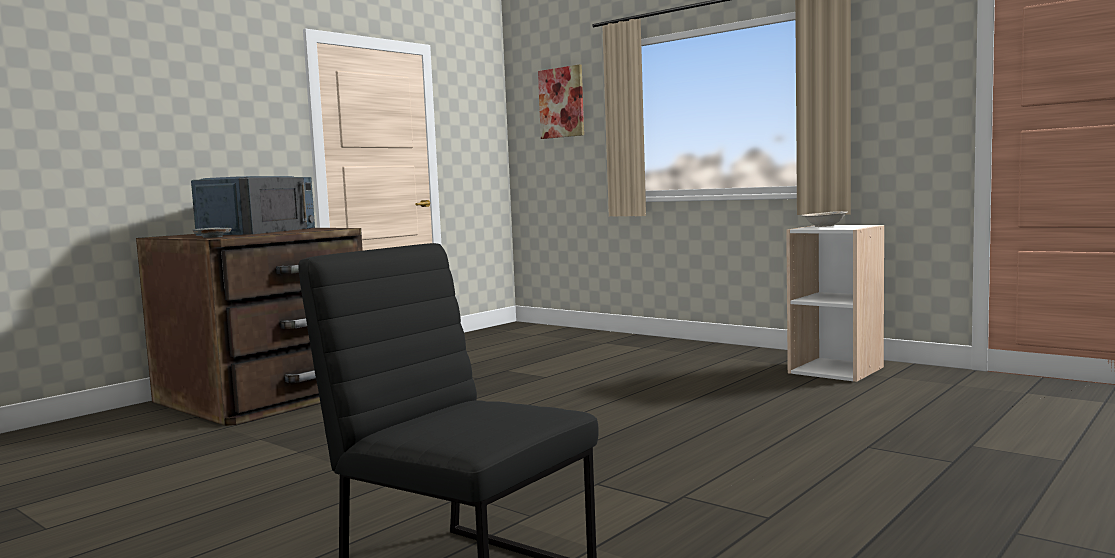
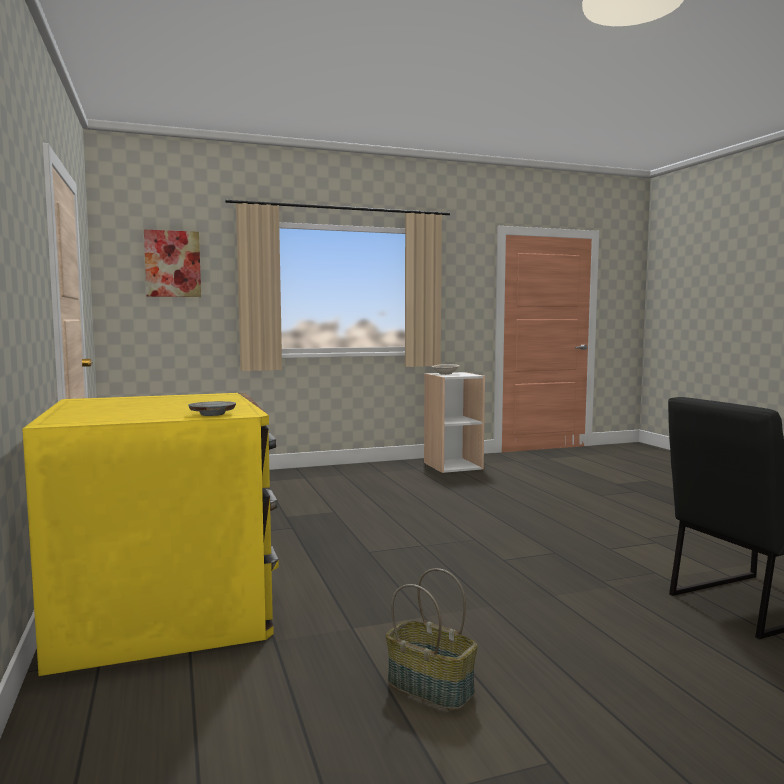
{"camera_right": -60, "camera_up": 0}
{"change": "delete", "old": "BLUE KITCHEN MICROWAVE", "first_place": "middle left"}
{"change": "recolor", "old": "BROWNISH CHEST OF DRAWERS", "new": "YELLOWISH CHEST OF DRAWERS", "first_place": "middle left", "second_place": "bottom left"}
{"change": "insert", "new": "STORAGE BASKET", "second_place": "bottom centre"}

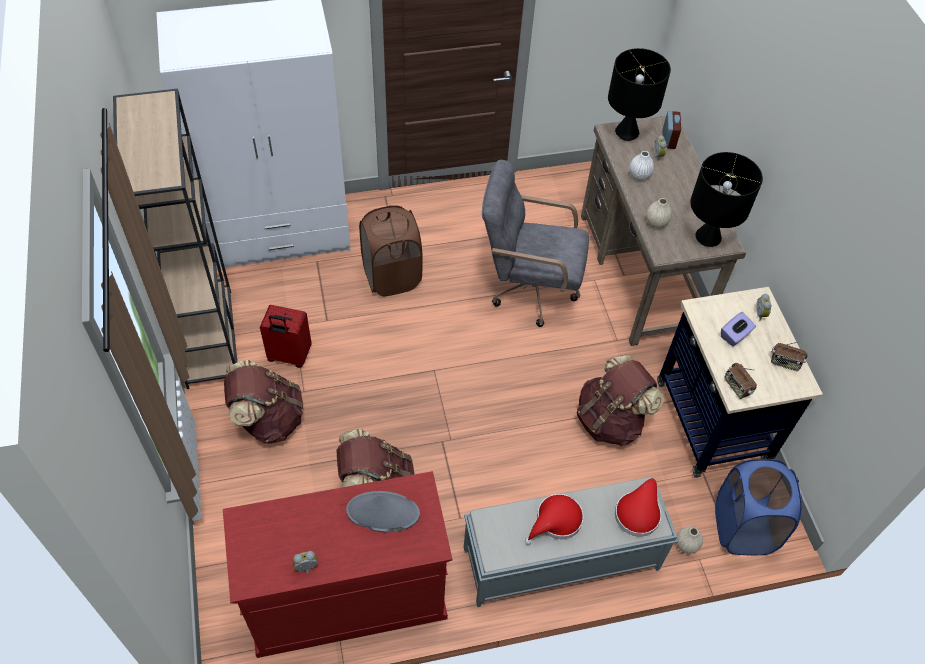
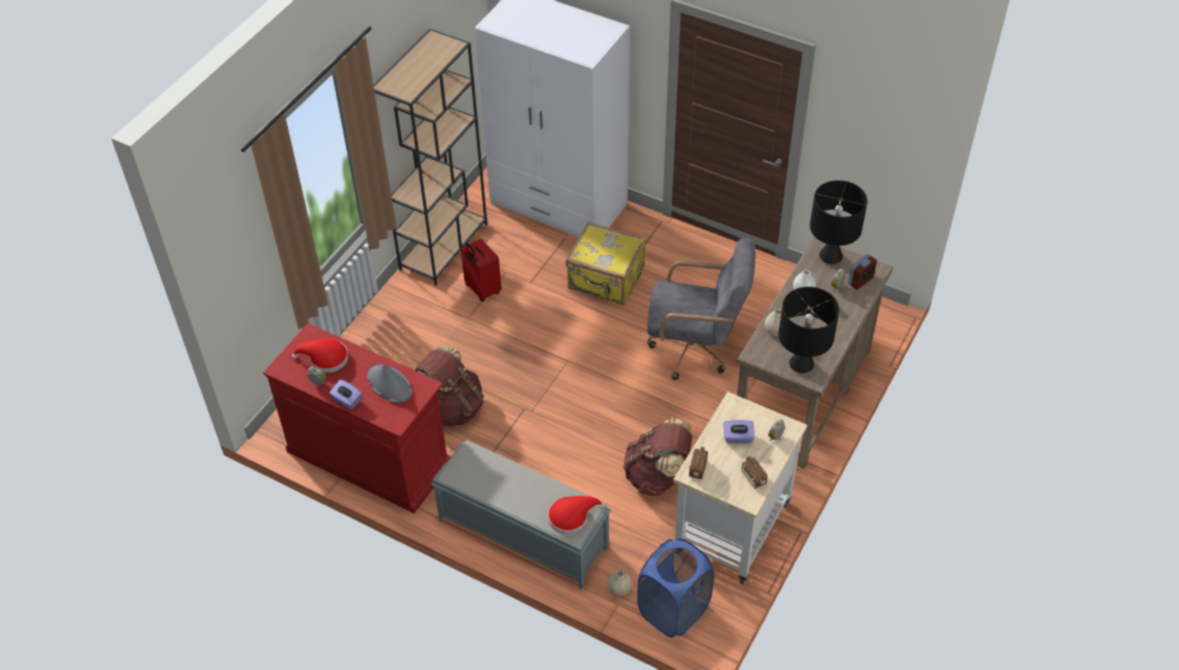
{"camera_right": 45, "camera_up": -5}
{"change": "rotate", "old": "GREY OFFICE CHAIR", "first_place": "centre", "second_place": "centre", "degrees": 135}
{"change": "replace", "old": "BROWNISH HAMPER", "new": "YELLOWISH PIECE OF LUGGAGE", "first_place": "centre", "second_place": "centre"}
{"change": "recolor", "old": "BLUE WHEELED CART", "new": "WHITE WHEELED CART", "first_place": "middle right", "second_place": "bottom centre"}
{"change": "delete", "old": "BROWNISH BACKPACK (1st from left)", "first_place": "middle left"}
{"change": "move", "old": "REDDISH WEARABLE HAT (1st from left)", "first_place": "bottom centre", "second_place": "middle left"}
{"change": "insert", "new": "PURPLE TISSUE HOLDER (1st from left)", "second_place": "middle left"}

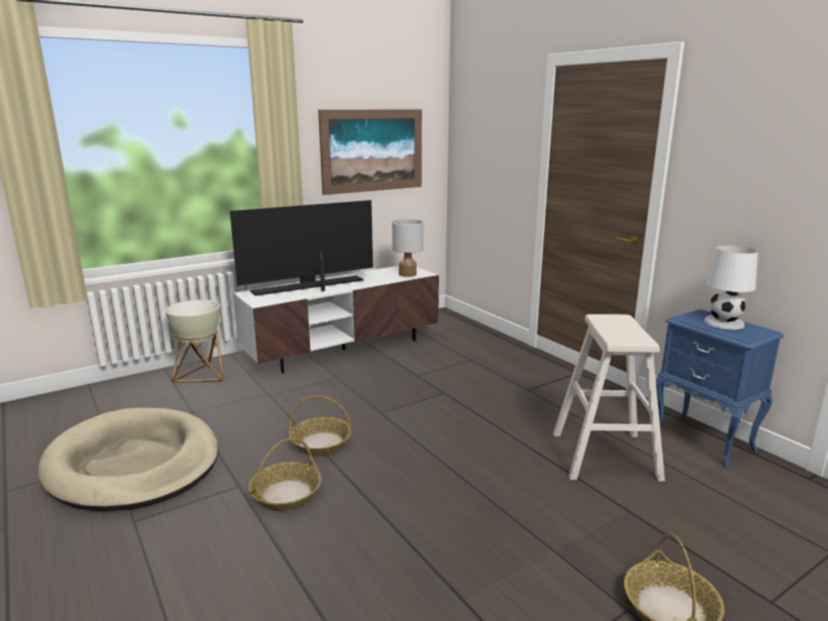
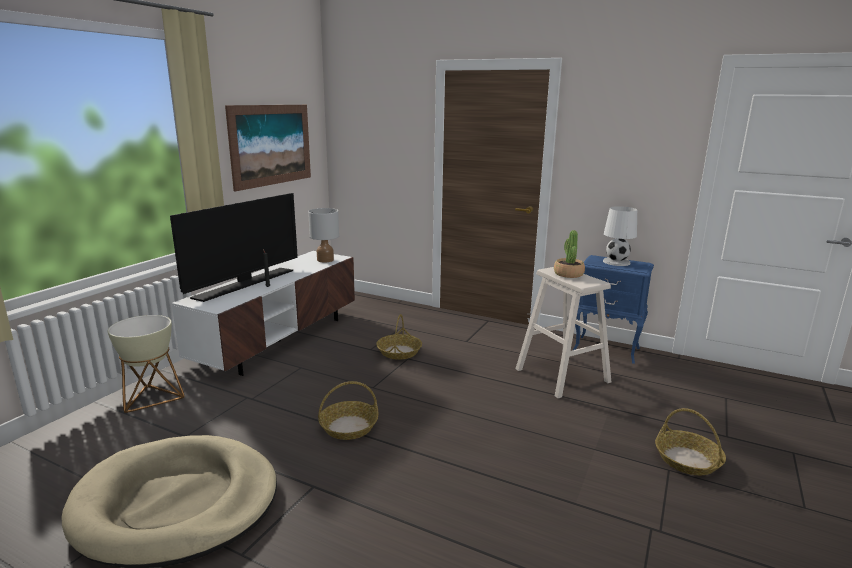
{"camera_right": -30, "camera_up": 0}
{"change": "move", "old": "STORAGE BASKET (1st from left in the first image)", "new": "STORAGE BASKET (2nd from left)", "first_place": "bottom centre", "second_place": "centre"}
{"change": "insert", "new": "POTTED PLANT", "second_place": "middle right"}

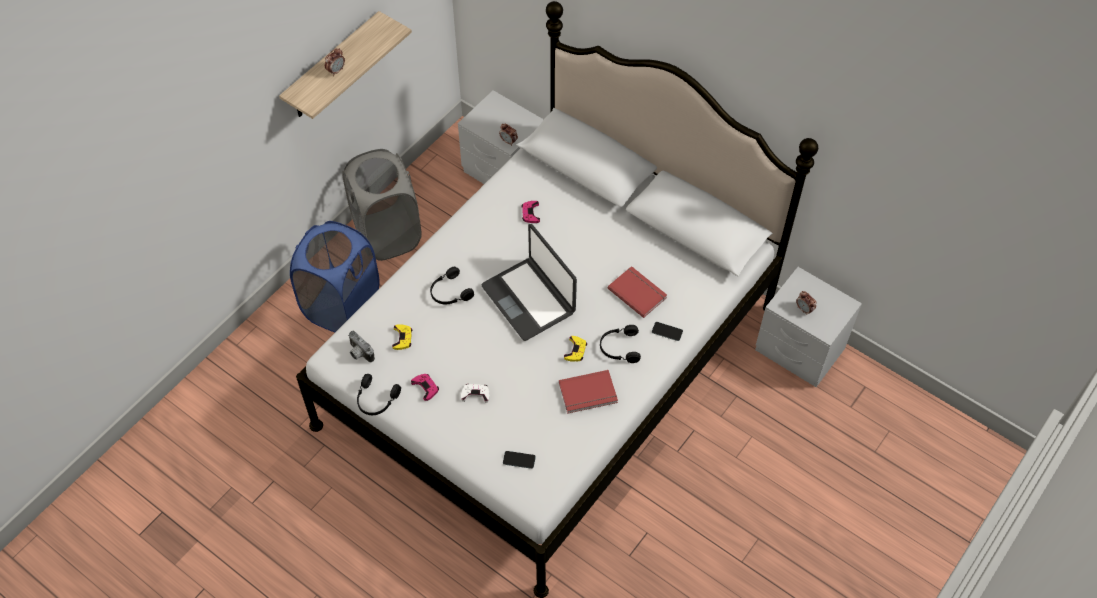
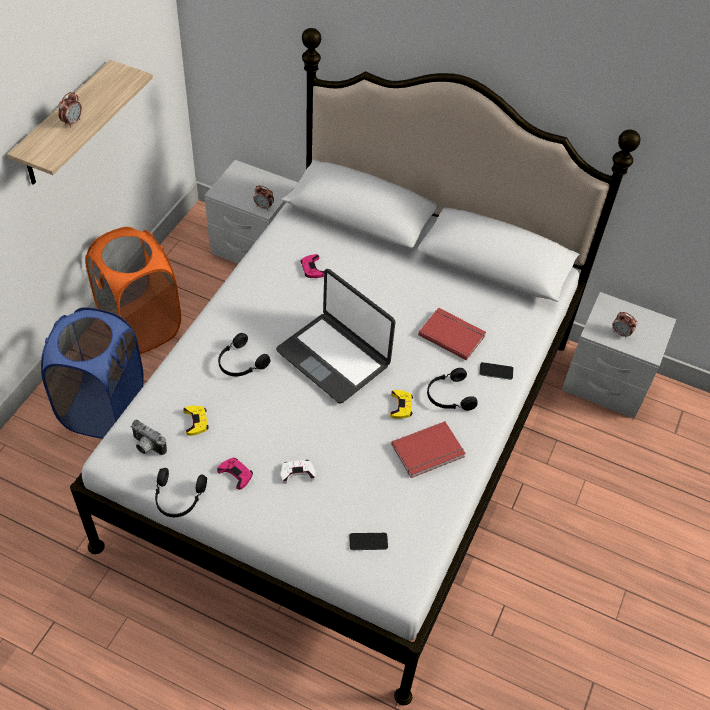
{"camera_right": -15, "camera_up": -5}
{"change": "recolor", "old": "GREY HAMPER", "new": "ORANGE HAMPER", "first_place": "centre", "second_place": "middle left"}

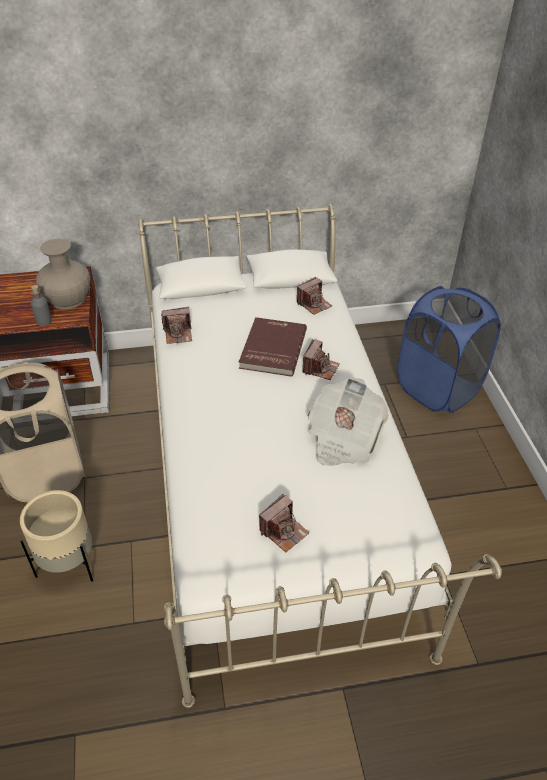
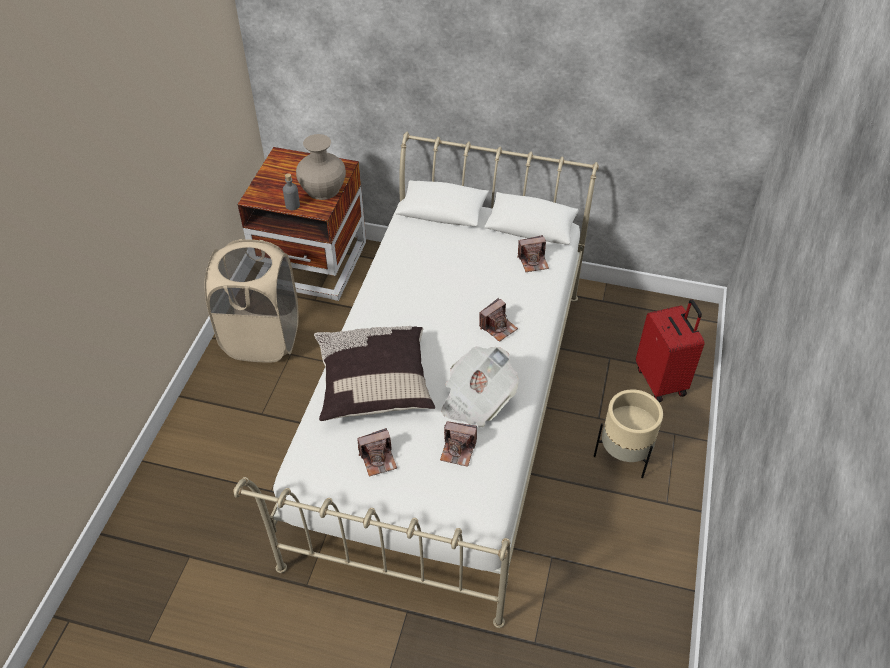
{"camera_right": 25, "camera_up": 5}
{"change": "replace", "old": "BLUE HAMPER", "new": "REDDISH PIECE OF LUGGAGE", "first_place": "middle right", "second_place": "middle right"}
{"change": "move", "old": "PHOTO CAMERA (1st from left in the first image)", "new": "PHOTO CAMERA (2nd from left)", "first_place": "middle left", "second_place": "centre"}
{"change": "delete", "old": "REDDISH VOLUME", "first_place": "centre"}
{"change": "move", "old": "BEIGE-COLOURED PLANTER", "first_place": "bottom left", "second_place": "middle right"}
{"change": "insert", "new": "THROW PILLOW", "second_place": "centre"}

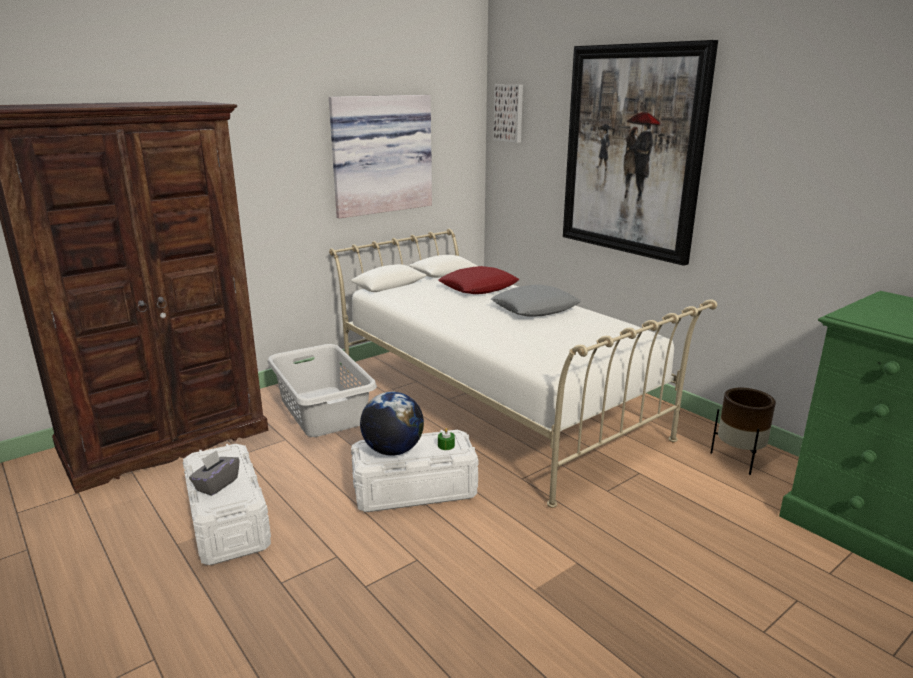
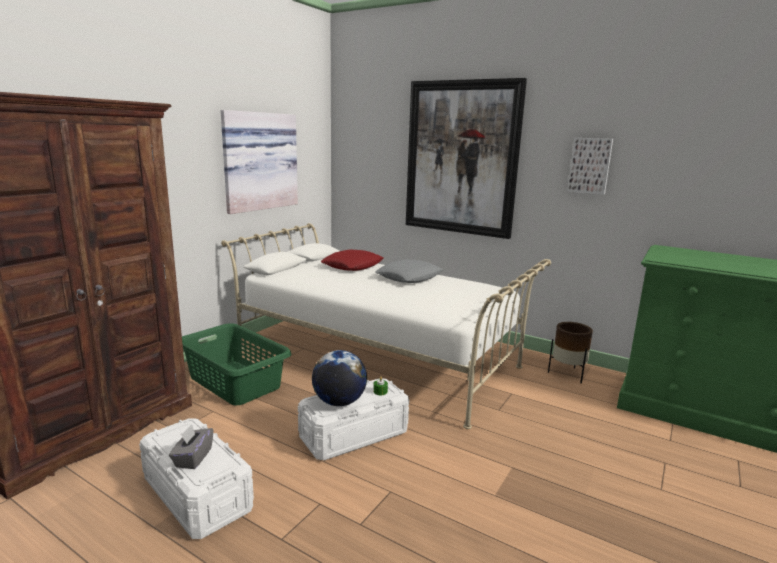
{"camera_right": -20, "camera_up": -5}
{"change": "move", "old": "WALL PICTURE (2nd from left in the first image)", "new": "WALL PICTURE (3rd from left)", "first_place": "top centre", "second_place": "top right"}
{"change": "recolor", "old": "GREY HAMPER", "new": "GREEN HAMPER", "first_place": "centre", "second_place": "middle left"}

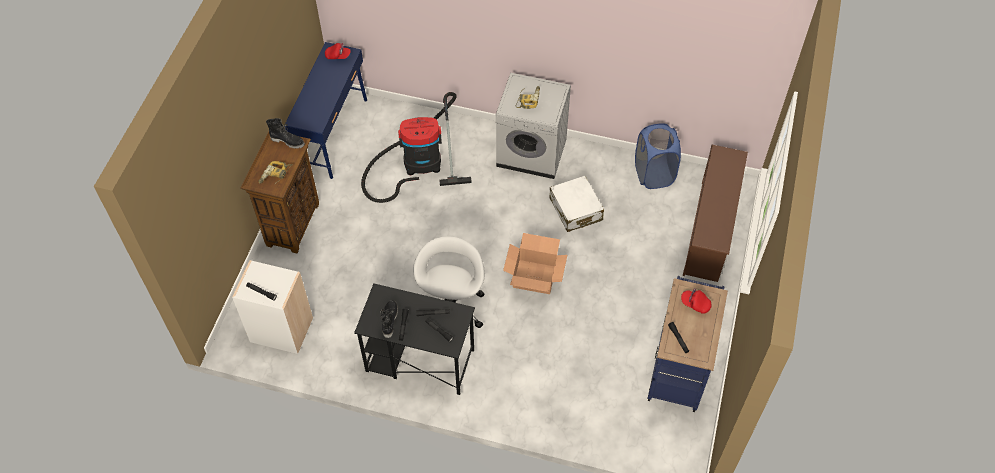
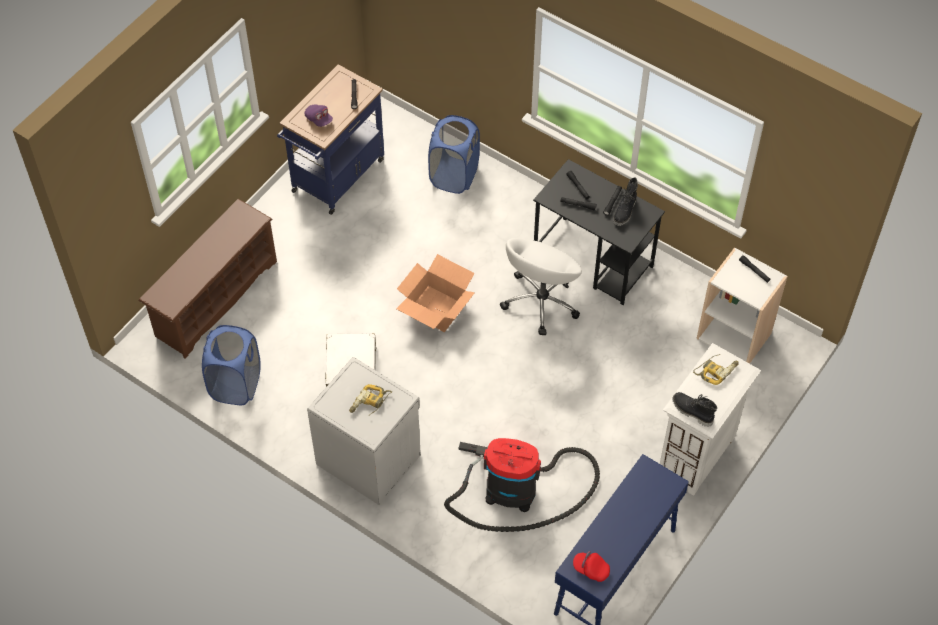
{"camera_right": -160, "camera_up": 0}
{"change": "recolor", "old": "BROWNISH CUPBOARD", "new": "WHITE CUPBOARD", "first_place": "middle left", "second_place": "bottom right"}
{"change": "recolor", "old": "REDDISH BASEBALL CAP (2nd from left)", "new": "PURPLE BASEBALL CAP", "first_place": "middle right", "second_place": "top centre"}
{"change": "insert", "new": "BLUE HAMPER (2nd from left)", "second_place": "top centre"}

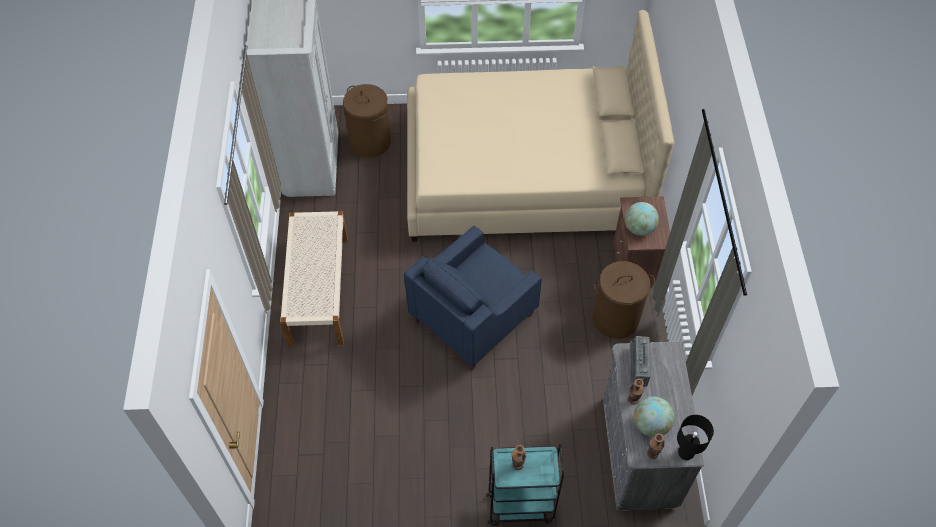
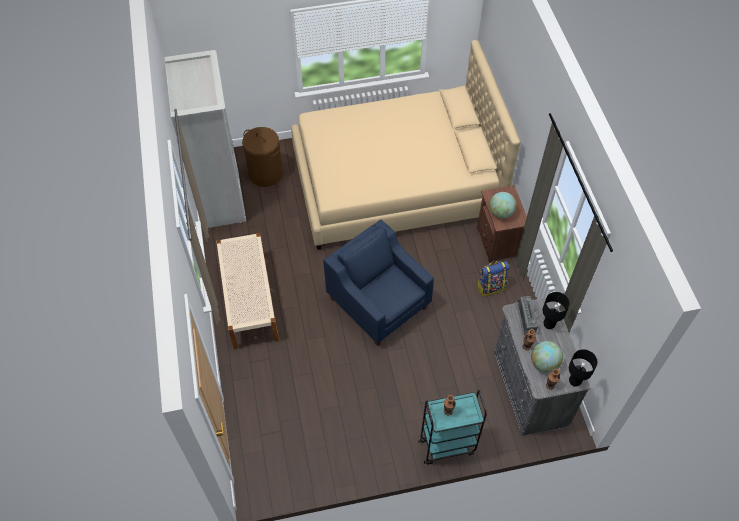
{"camera_right": -10, "camera_up": 0}
{"change": "rotate", "old": "BLUE LOUNGE CHAIR", "first_place": "centre", "second_place": "centre", "degrees": 105}
{"change": "replace", "old": "BROWNISH HAMPER (2nd from left)", "new": "BACKPACK", "first_place": "centre", "second_place": "middle right"}
{"change": "insert", "new": "BLACK LAMP FOR A TABLE (1st from left)", "second_place": "middle right"}

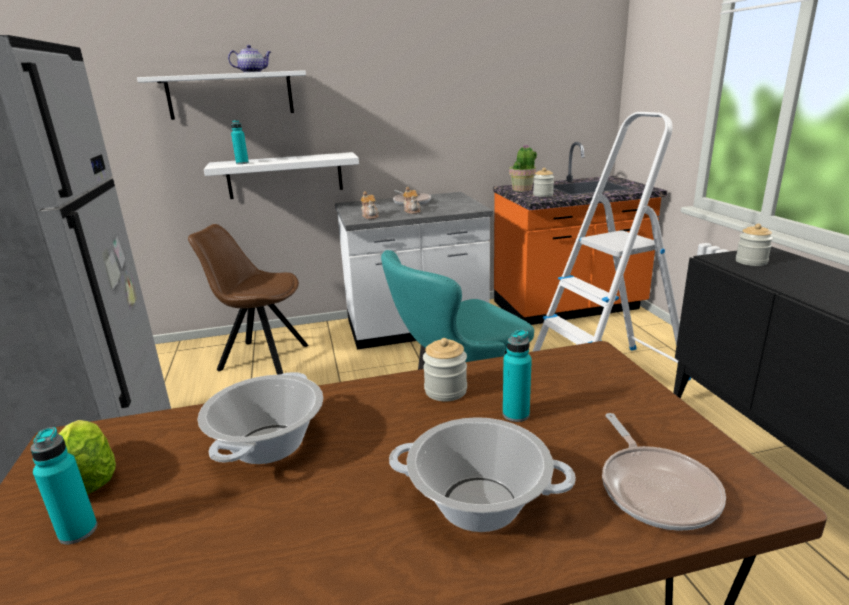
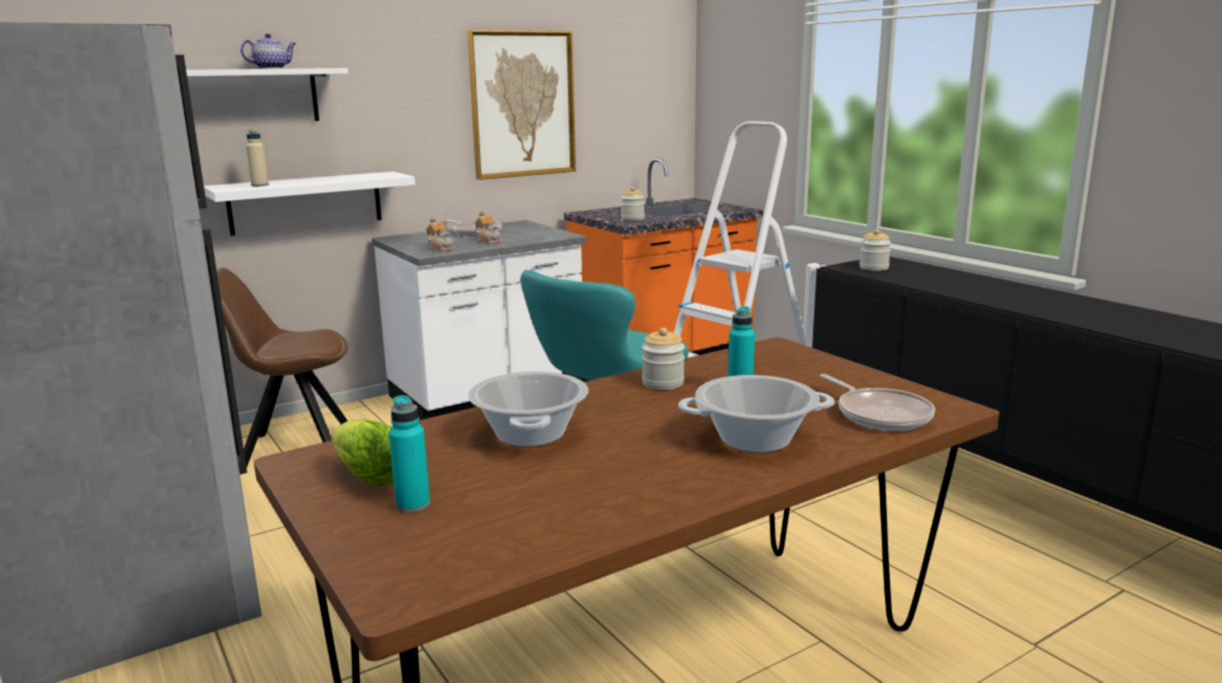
{"camera_right": -20, "camera_up": -5}
{"change": "recolor", "old": "TURQUOISE BOTTLE (2nd from left)", "new": "BEIGE-COLOURED BOTTLE", "first_place": "top left", "second_place": "top left"}
{"change": "delete", "old": "POTTED PLANT", "first_place": "top centre"}
{"change": "insert", "new": "WALL PICTURE", "second_place": "top centre"}

